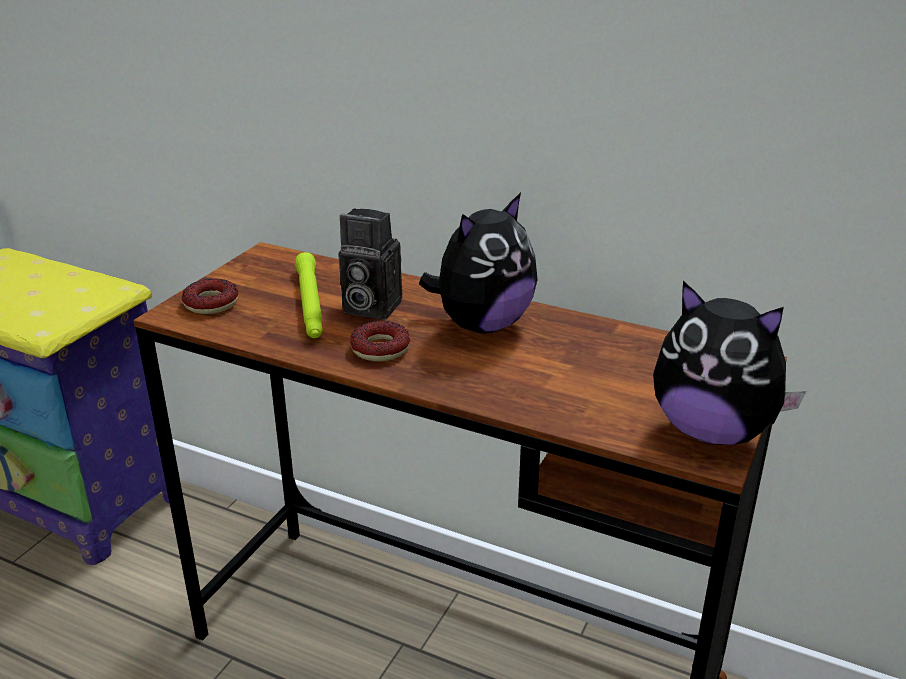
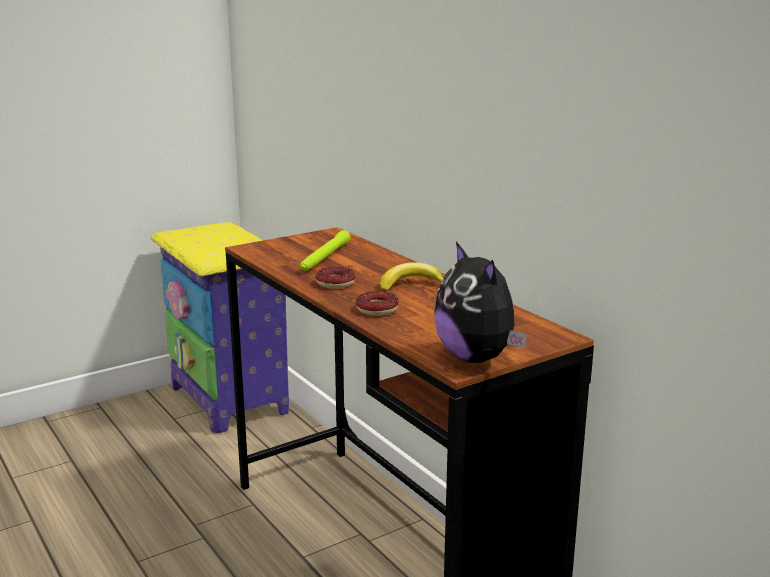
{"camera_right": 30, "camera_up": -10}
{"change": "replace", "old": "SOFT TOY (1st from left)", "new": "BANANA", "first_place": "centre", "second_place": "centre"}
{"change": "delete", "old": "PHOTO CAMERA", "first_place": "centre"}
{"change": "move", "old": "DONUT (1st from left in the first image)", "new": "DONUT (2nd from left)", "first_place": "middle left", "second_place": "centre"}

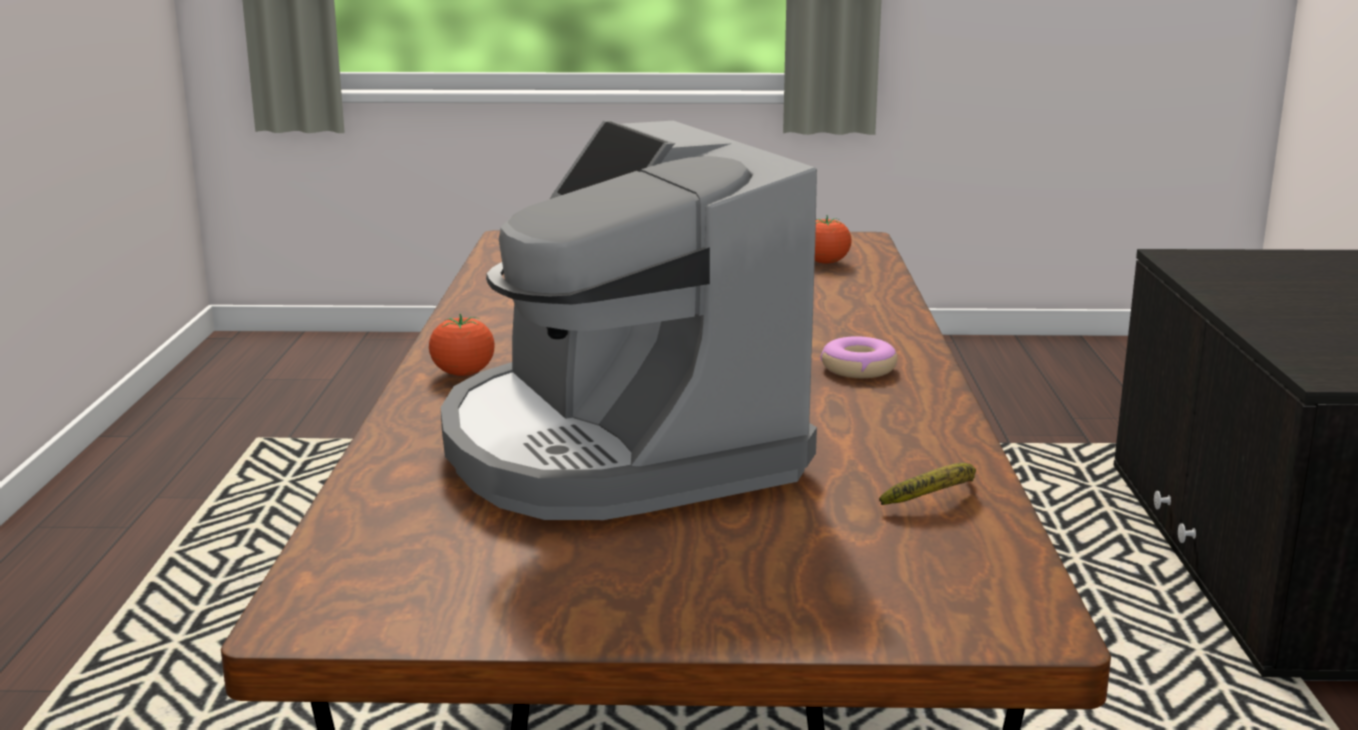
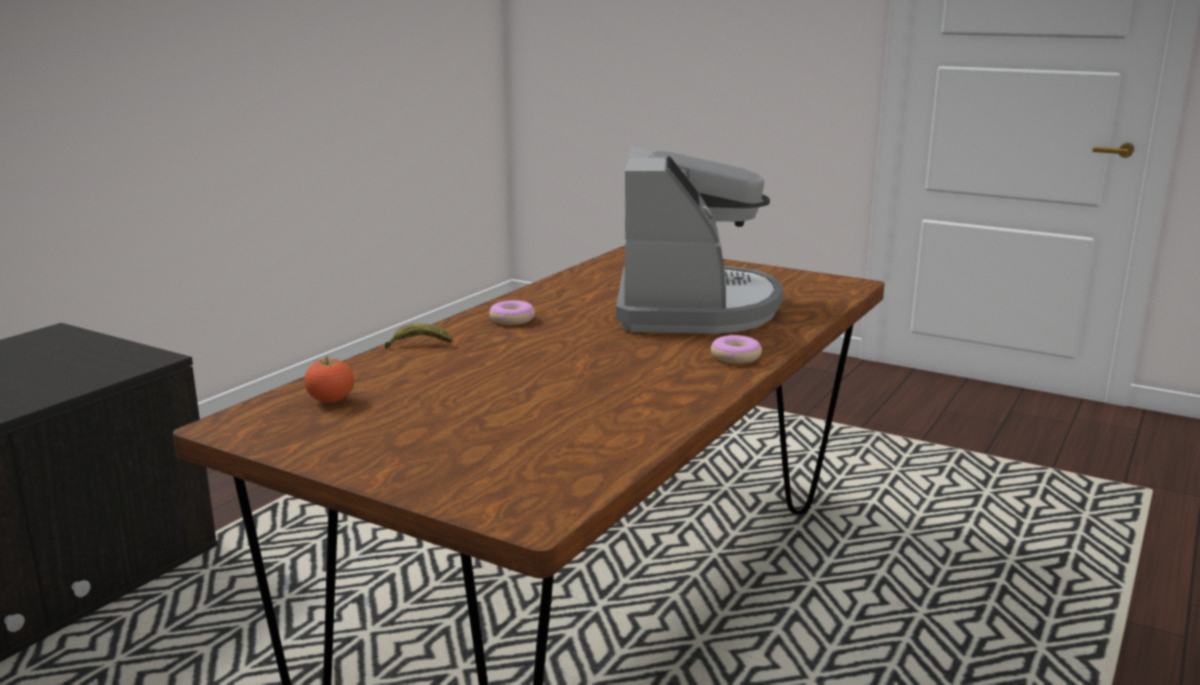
{"camera_right": -150, "camera_up": 0}
{"change": "replace", "old": "WHOLE TOMATO (1st from left)", "new": "DONUT (2nd from left)", "first_place": "centre", "second_place": "centre"}
{"change": "move", "old": "BANANA", "first_place": "middle right", "second_place": "centre"}

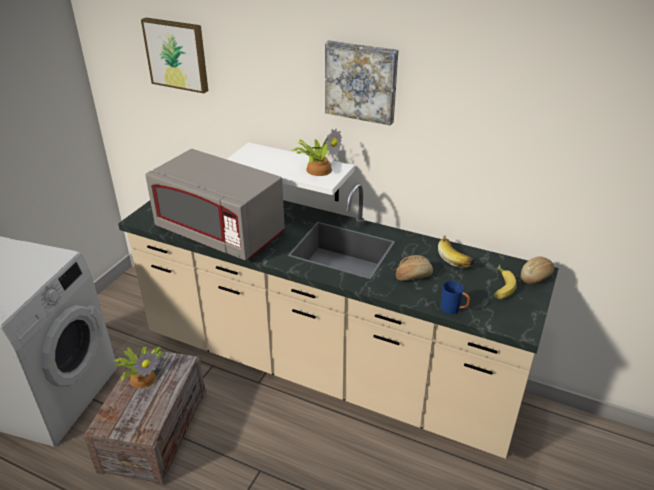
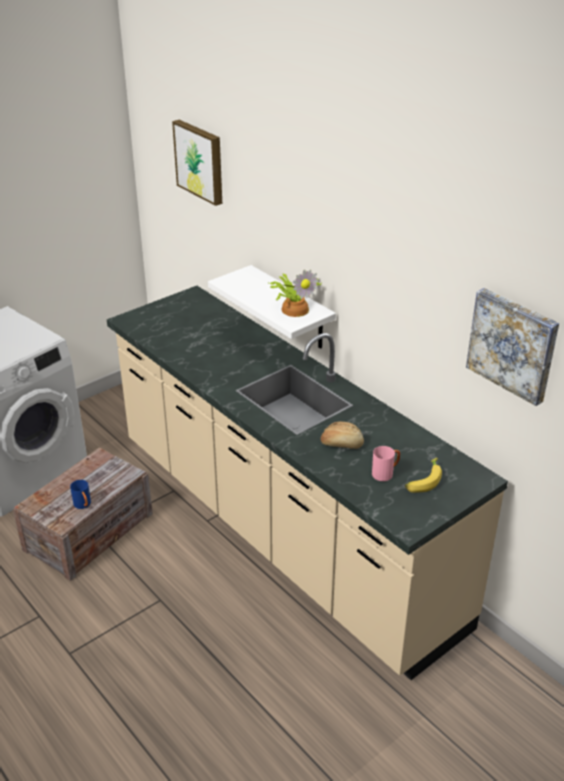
{"camera_right": 25, "camera_up": 0}
{"change": "move", "old": "WALL PICTURE (2nd from left)", "first_place": "top centre", "second_place": "middle right"}
{"change": "delete", "old": "GREY KITCHEN MICROWAVE", "first_place": "middle left"}
{"change": "delete", "old": "BANANA (1st from left)", "first_place": "middle right"}
{"change": "delete", "old": "BAKERY BREAD (2nd from left)", "first_place": "middle right"}
{"change": "move", "old": "BLUE TEA MUG", "first_place": "middle right", "second_place": "middle left"}
{"change": "delete", "old": "POTTED PLANT (1st from left)", "first_place": "bottom left"}
{"change": "insert", "new": "PINKISH TEA MUG", "second_place": "middle right"}

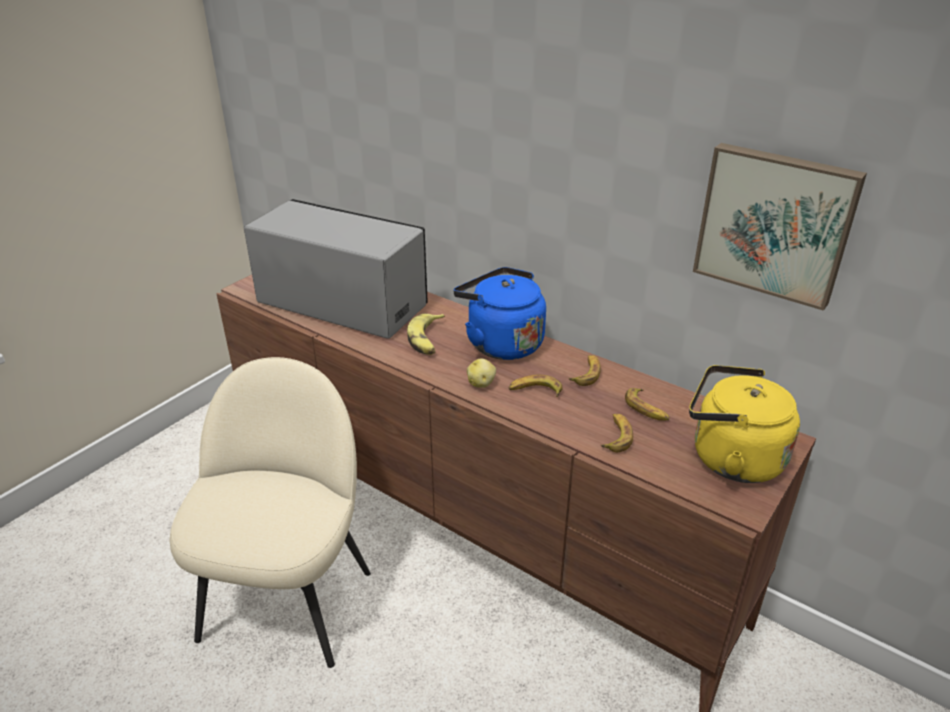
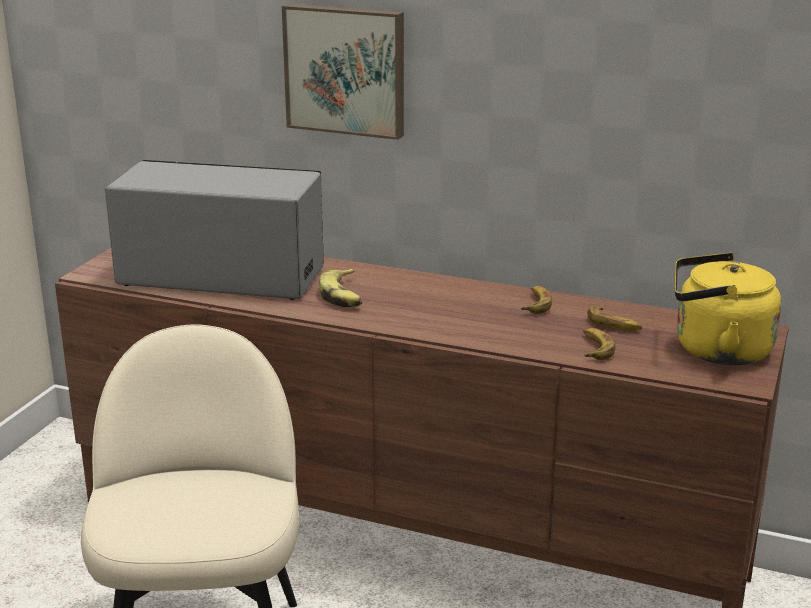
{"camera_right": -15, "camera_up": -10}
{"change": "move", "old": "WALL PICTURE", "first_place": "top right", "second_place": "top centre"}
{"change": "delete", "old": "BLUE KETTLE", "first_place": "centre"}
{"change": "delete", "old": "POTATO", "first_place": "centre"}
{"change": "delete", "old": "BANANA (2nd from left)", "first_place": "centre"}

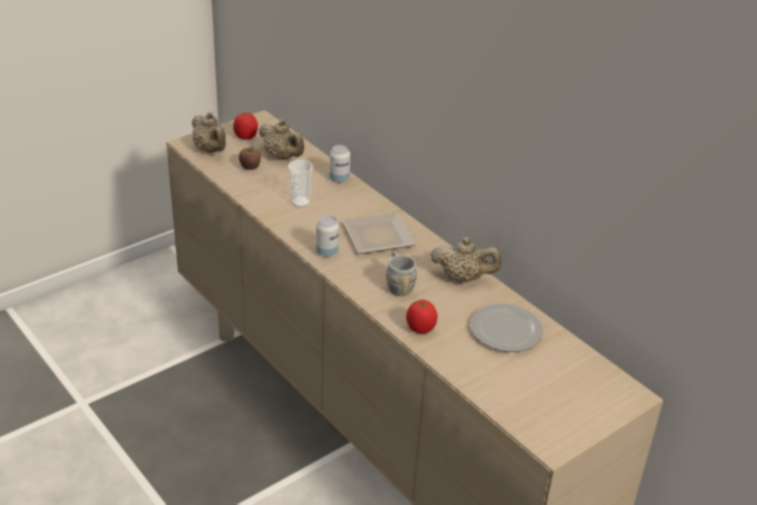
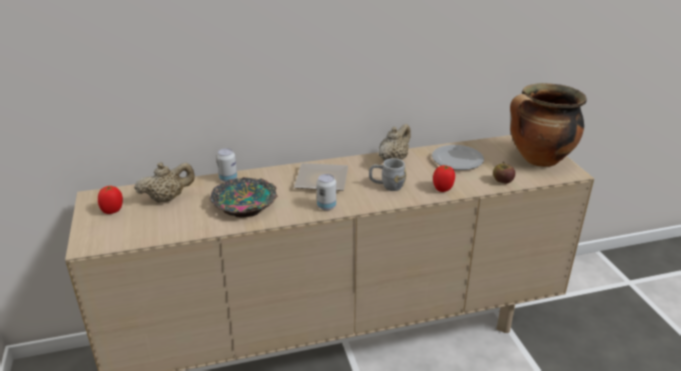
{"camera_right": -65, "camera_up": -5}
{"change": "delete", "old": "BEIGE-COLOURED TEA POT (1st from left)", "first_place": "top left"}
{"change": "move", "old": "APPLE FRUIT", "first_place": "top left", "second_place": "middle right"}
{"change": "replace", "old": "SMALL CUP", "new": "DEEP DISH", "first_place": "centre", "second_place": "centre"}
{"change": "insert", "new": "COOKING POT", "second_place": "middle right"}

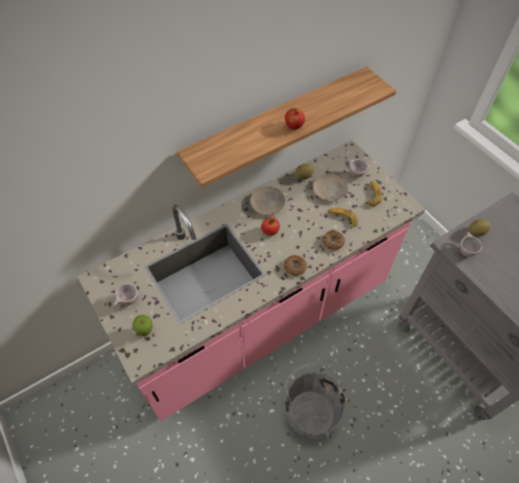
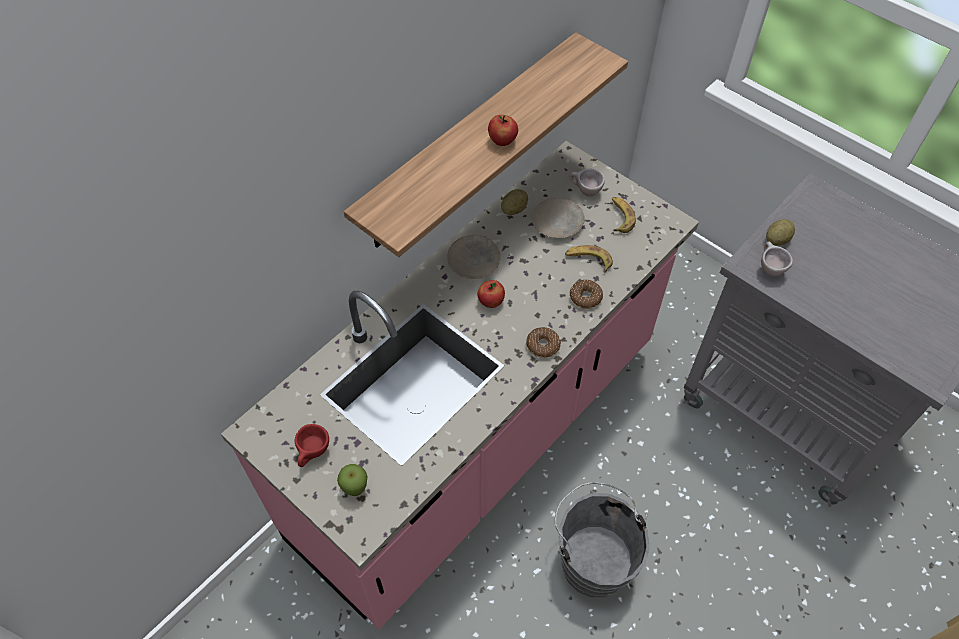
{"camera_right": -15, "camera_up": 0}
{"change": "recolor", "old": "BEIGE-COLOURED SMALL CUP (1st from left)", "new": "REDDISH SMALL CUP", "first_place": "middle left", "second_place": "bottom left"}

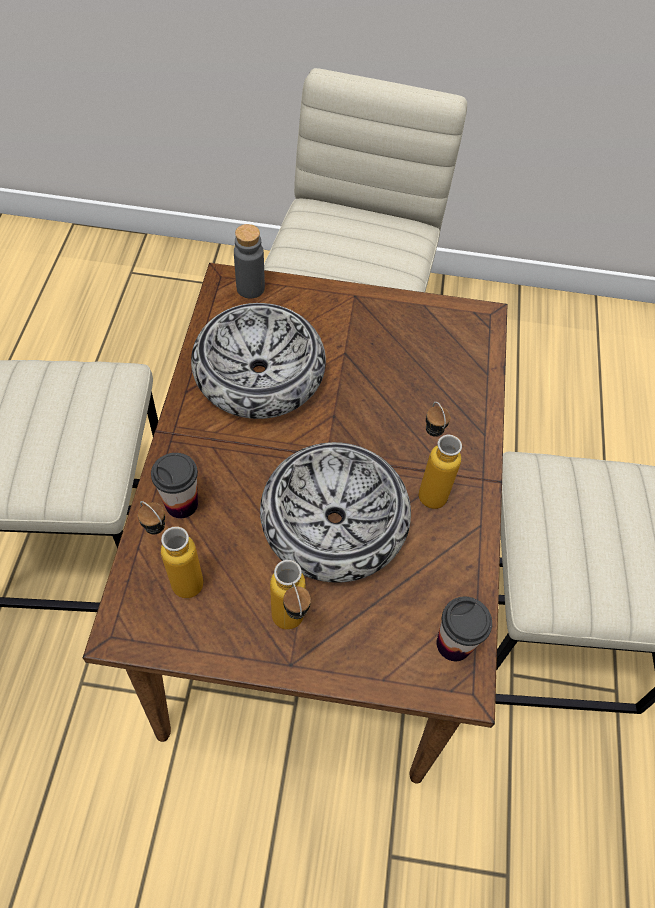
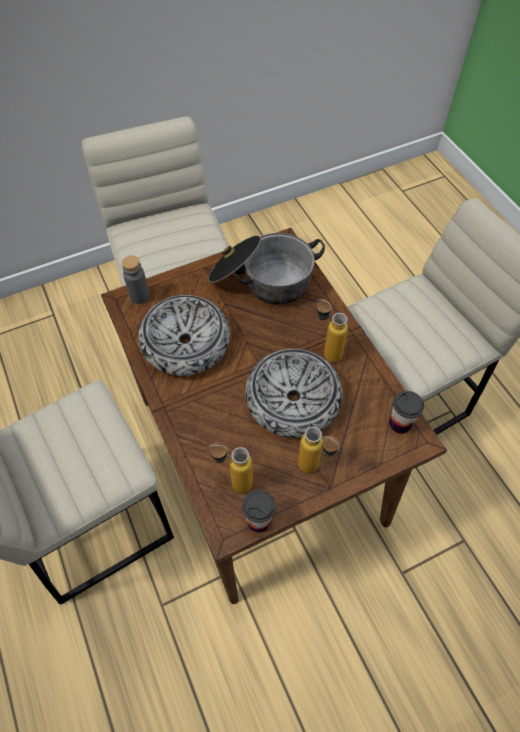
{"camera_right": -30, "camera_up": 0}
{"change": "move", "old": "SMALL CUP (1st from left)", "first_place": "middle left", "second_place": "bottom centre"}
{"change": "insert", "new": "COOKING POT", "second_place": "centre"}

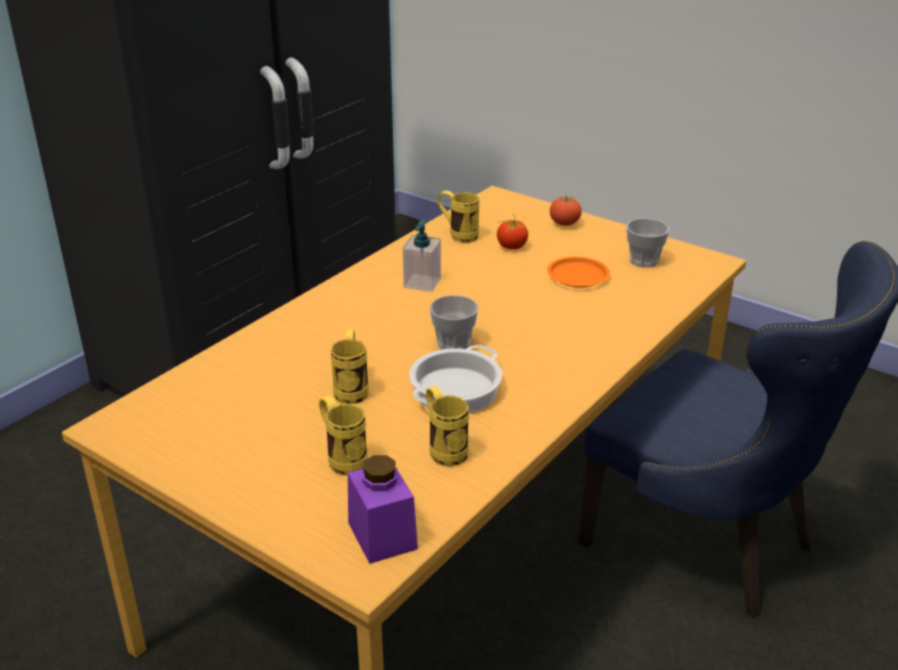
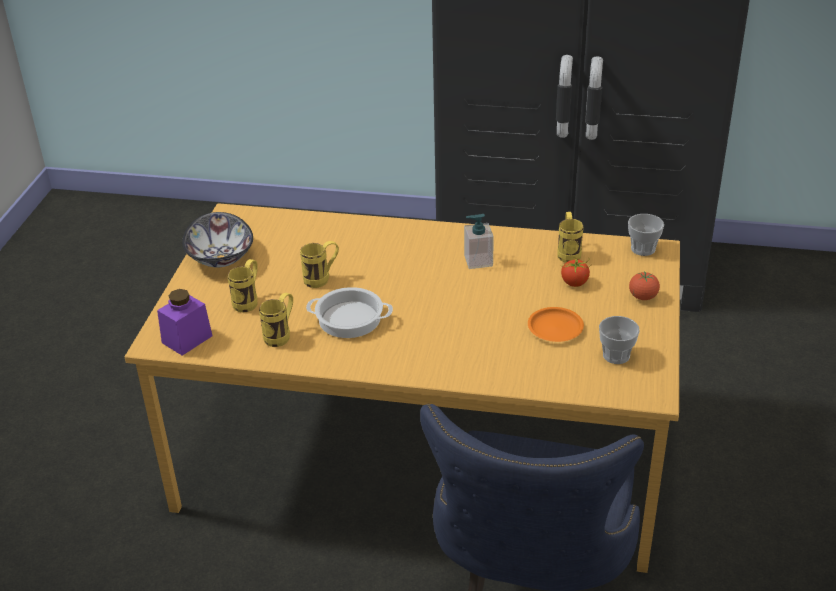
{"camera_right": 65, "camera_up": 5}
{"change": "move", "old": "SMALL CUP (1st from left in the first image)", "new": "SMALL CUP (2nd from left)", "first_place": "centre", "second_place": "middle right"}
{"change": "insert", "new": "DEEP DISH", "second_place": "middle left"}

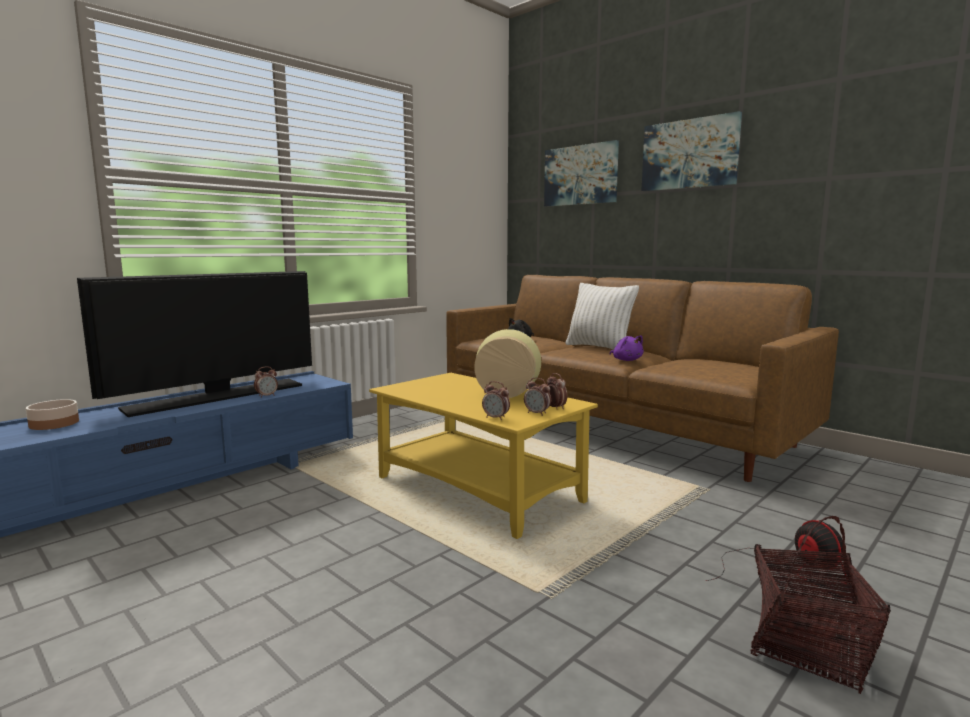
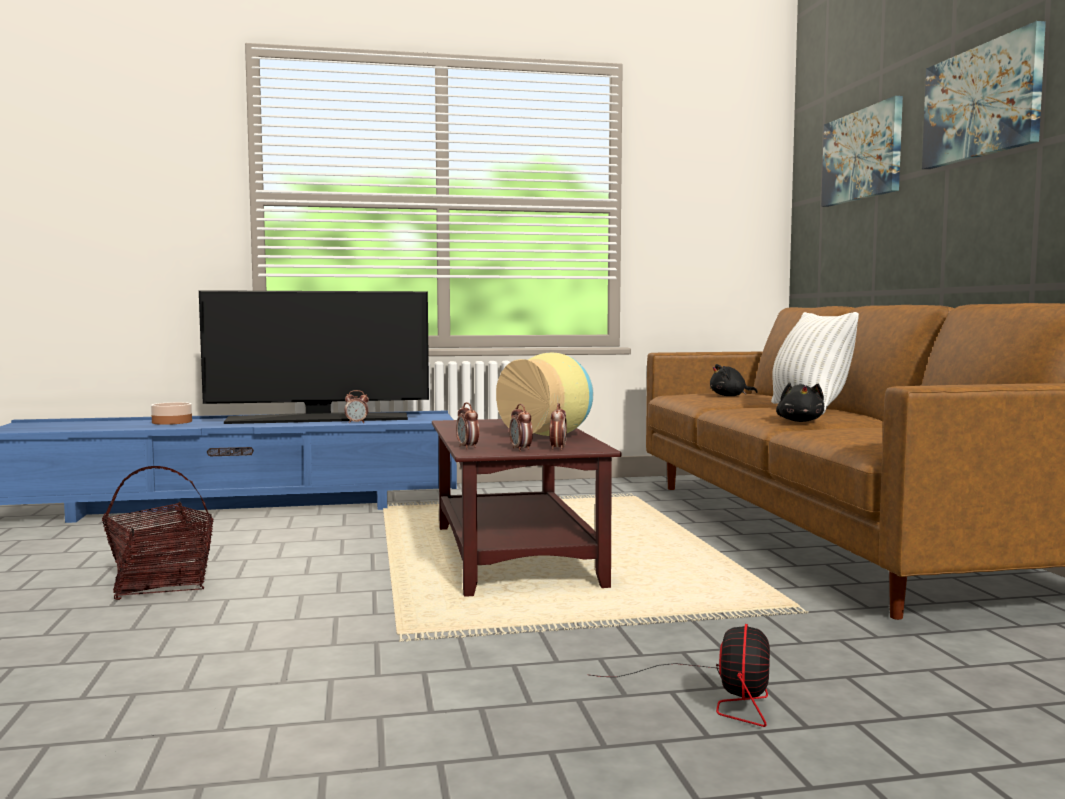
{"camera_right": 35, "camera_up": -5}
{"change": "recolor", "old": "PURPLE SOFT TOY", "new": "BLACK SOFT TOY (2nd from left)", "first_place": "centre", "second_place": "middle right"}
{"change": "recolor", "old": "YELLOWISH COFFEE TABLE", "new": "BROWNISH COFFEE TABLE", "first_place": "centre", "second_place": "centre"}
{"change": "move", "old": "STORAGE BASKET", "first_place": "bottom right", "second_place": "bottom left"}

